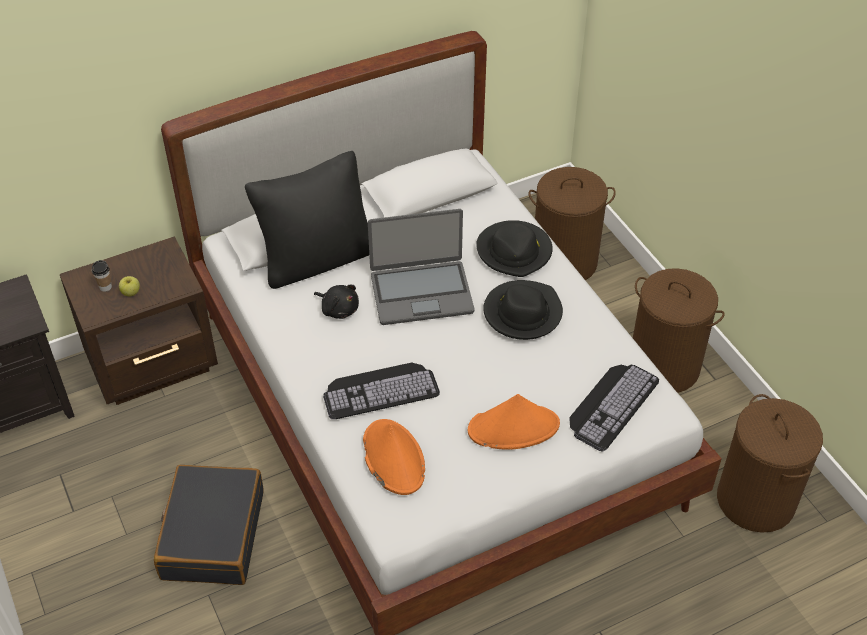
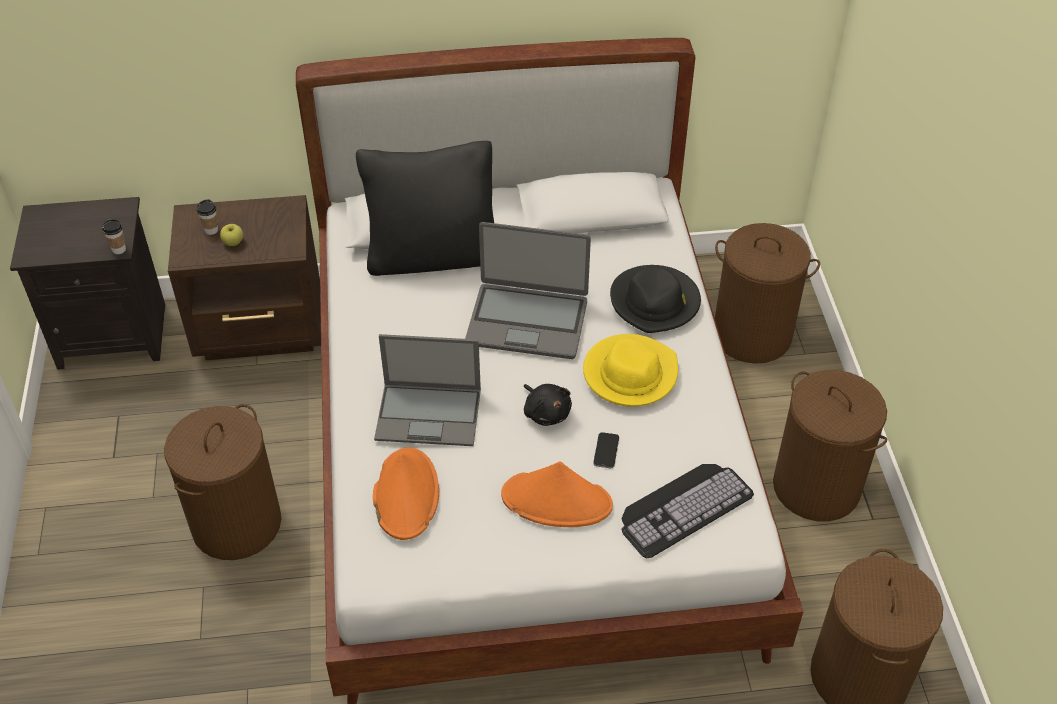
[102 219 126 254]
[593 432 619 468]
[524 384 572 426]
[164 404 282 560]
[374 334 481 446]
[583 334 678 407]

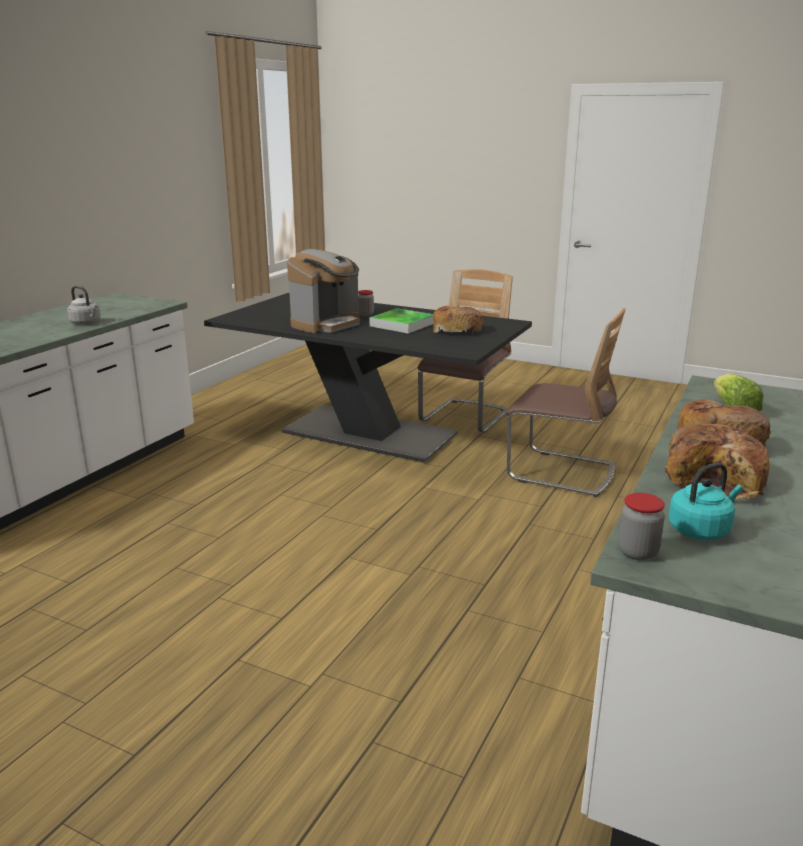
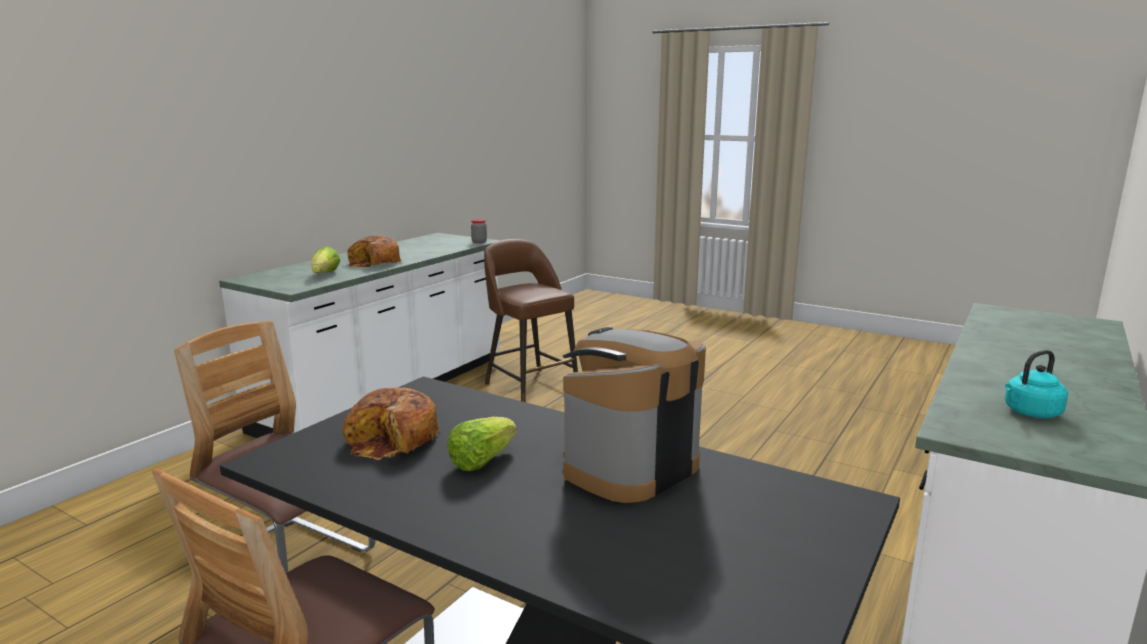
[67 286 100 325] (first image)
[358 290 374 316] (first image)
[665 424 770 501] (first image)
[484 239 578 402]
[1005 350 1068 418]
[447 417 517 471]

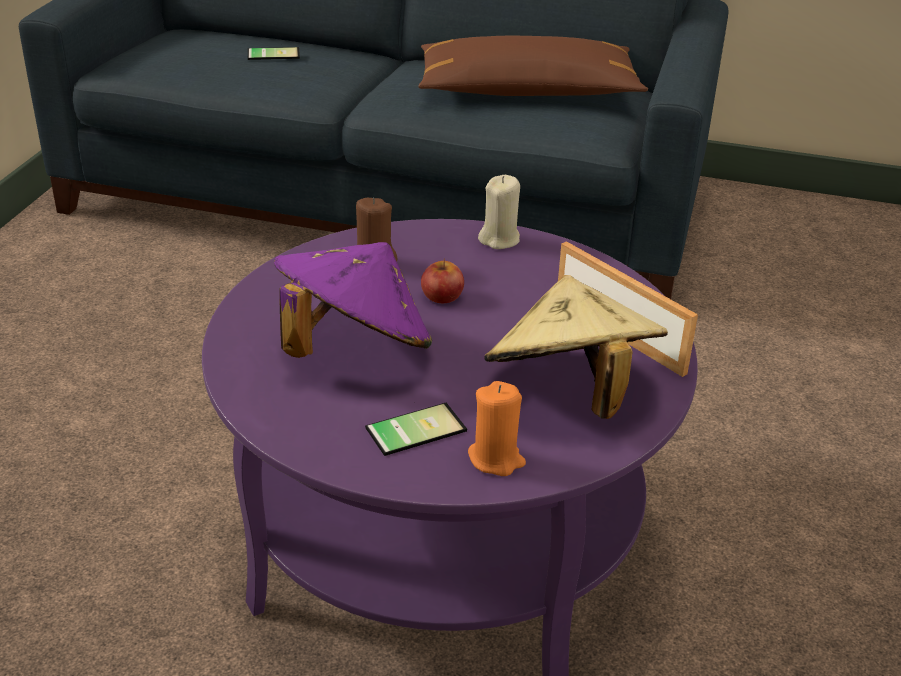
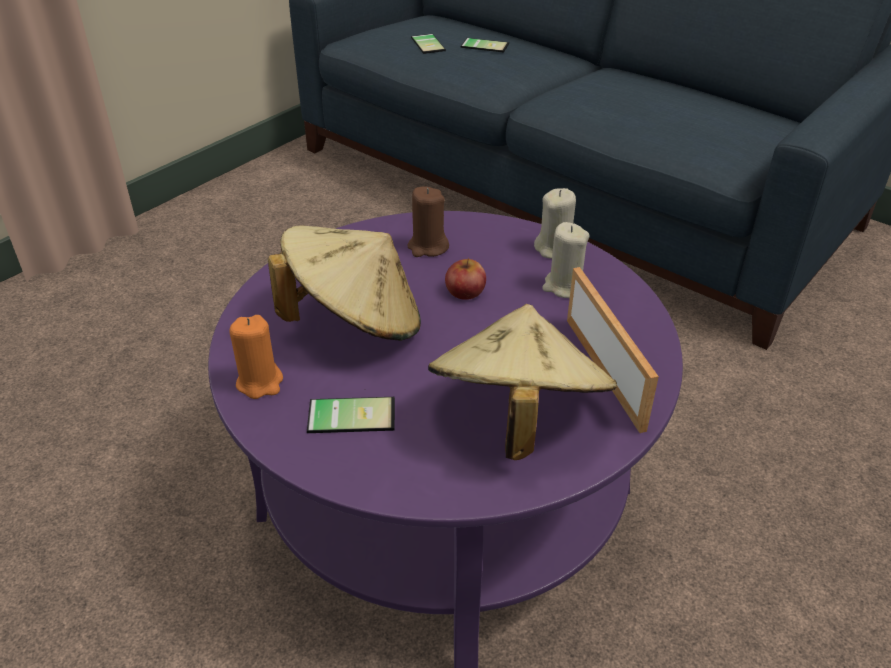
[418 36 648 96] (first image)
[411 34 446 54]
[542 222 589 298]
[229 315 283 399]
[268 225 421 341]

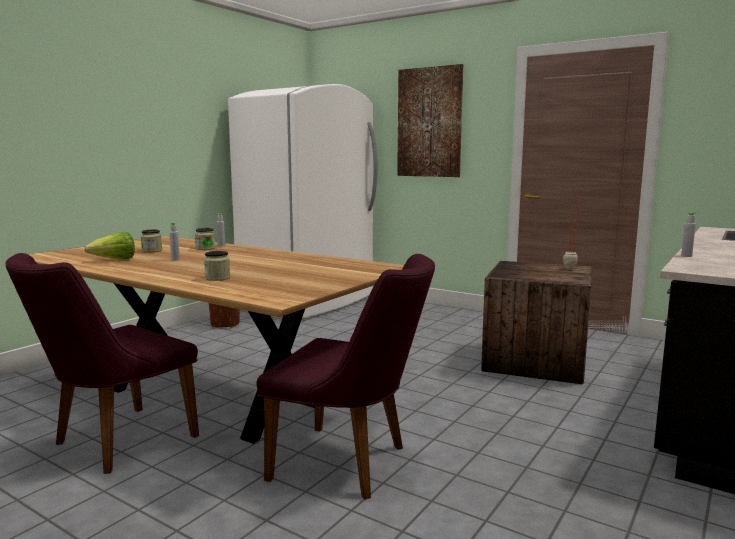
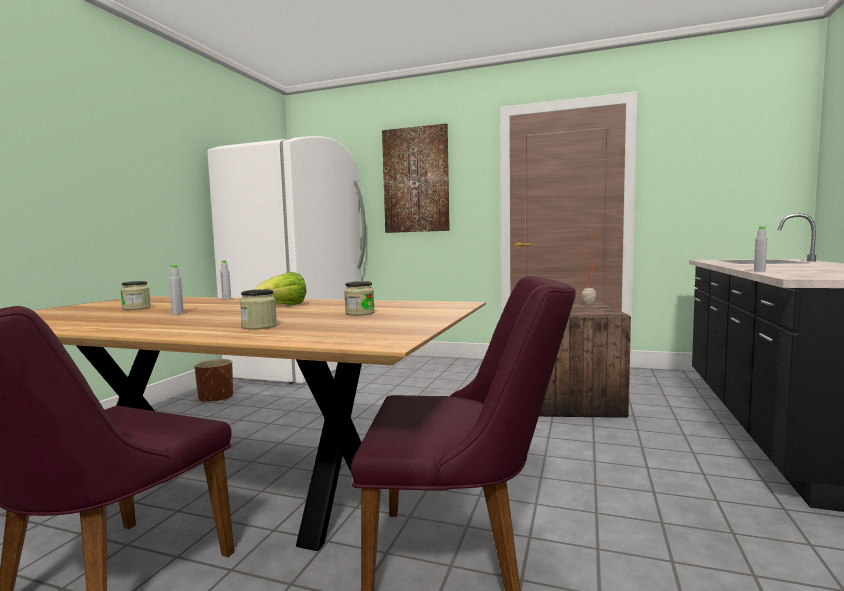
[253 272 307 305]
[344 281 375 316]

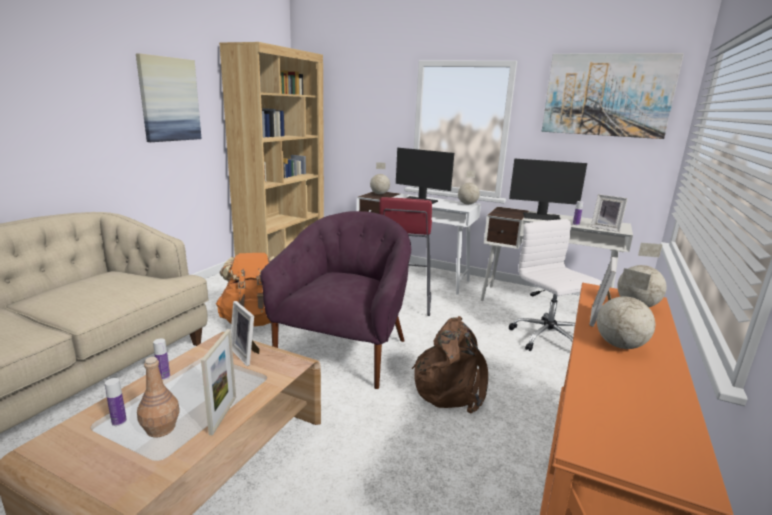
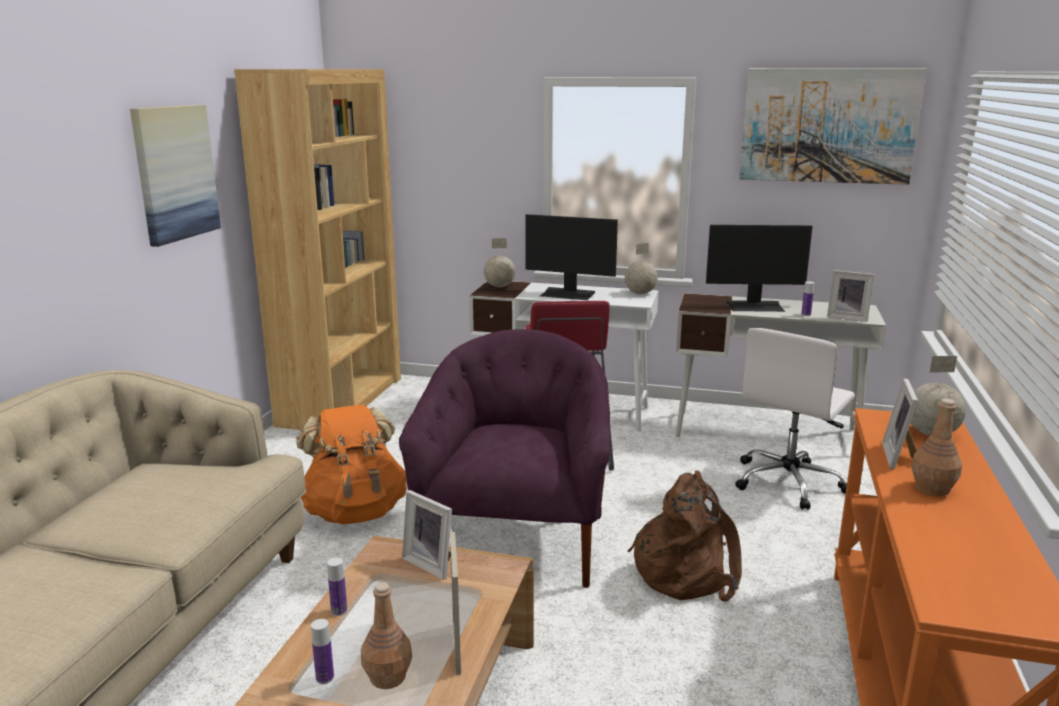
[912 399 962 496]
[735 328 855 510]

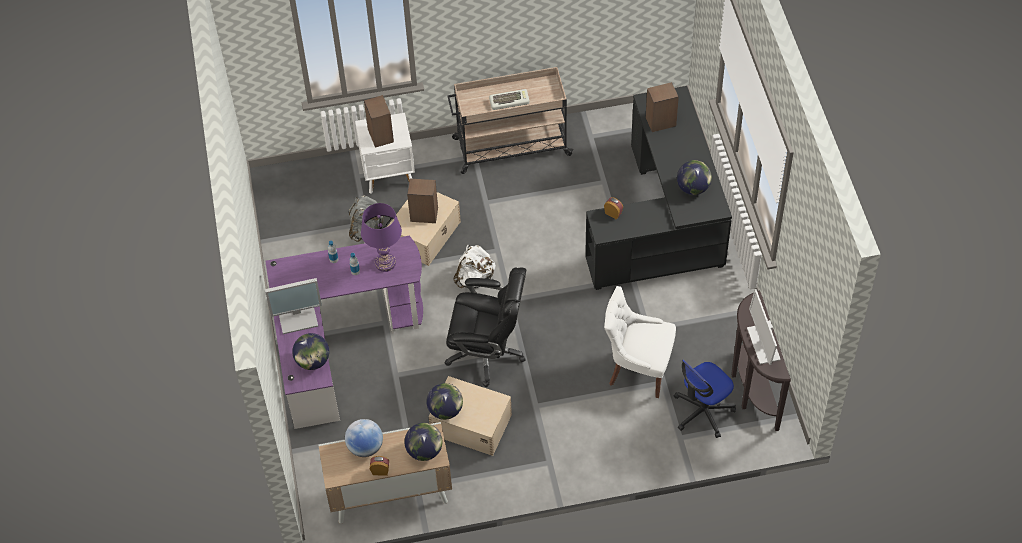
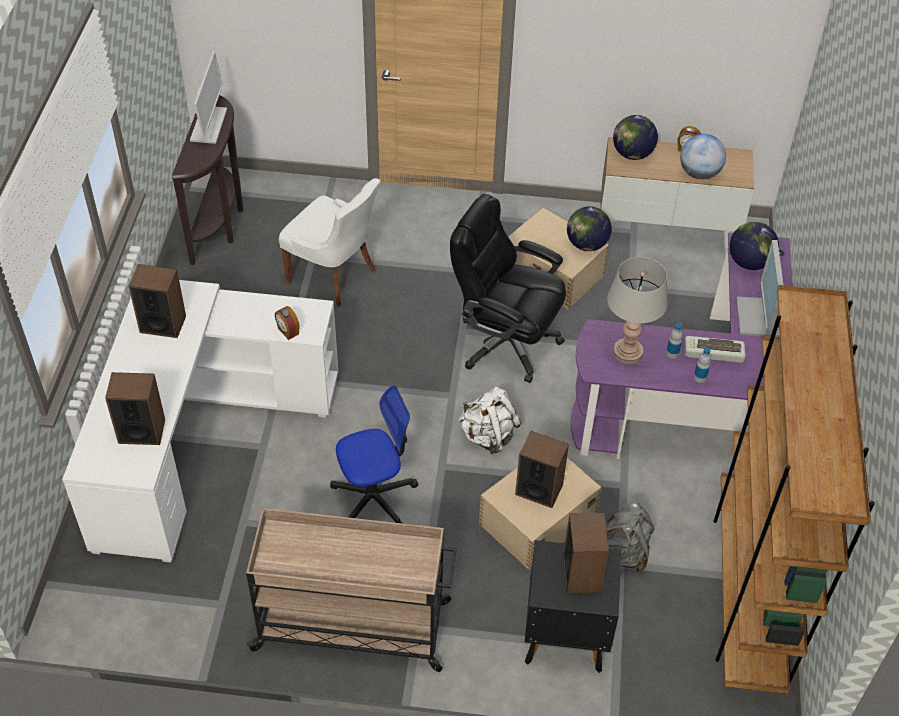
[713 285 875 694]
[684 336 746 363]
[330 386 418 524]
[129 264 186 338]
[525 540 621 673]
[607 257 668 364]
[62 280 338 563]
[736 240 783 337]

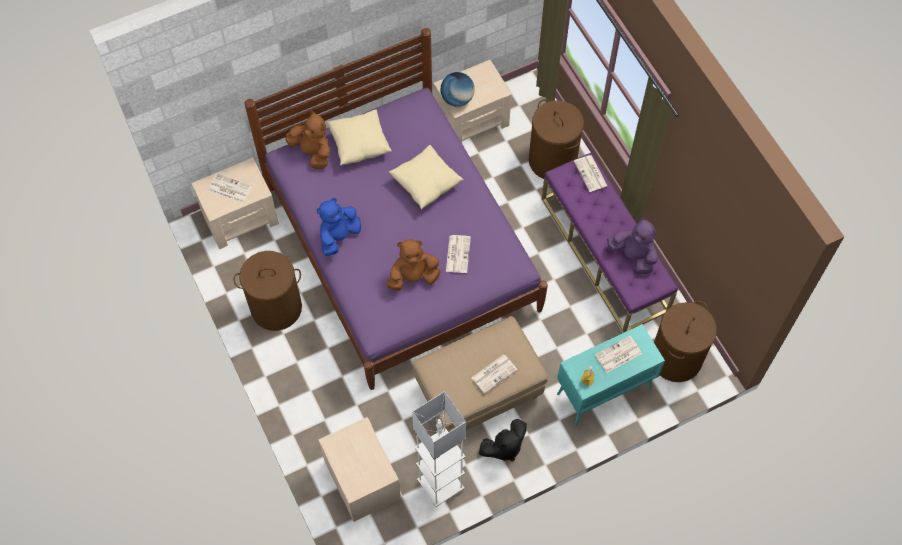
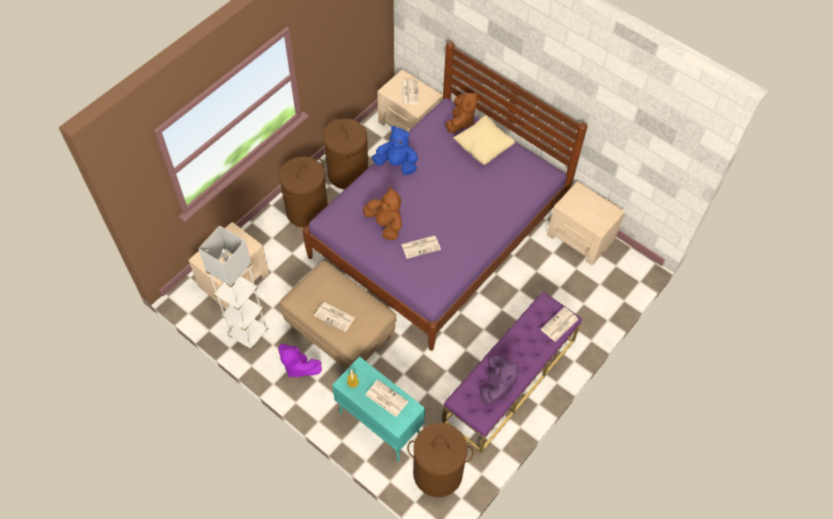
[389 145 464 209] (first image)
[441 72 475 107] (first image)
[279 157 328 228]
[278 344 322 378]

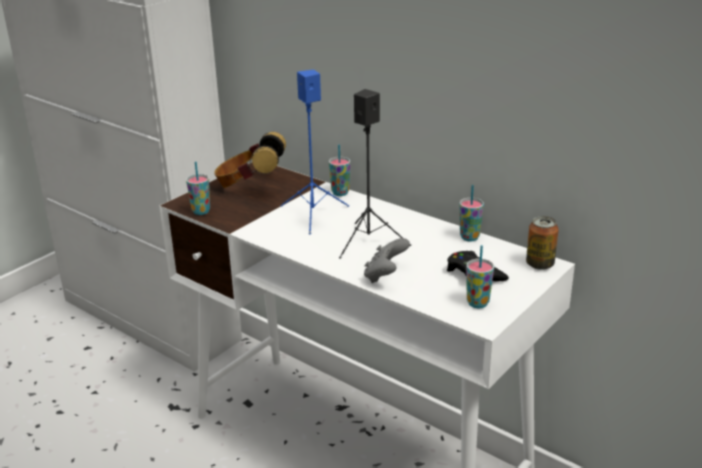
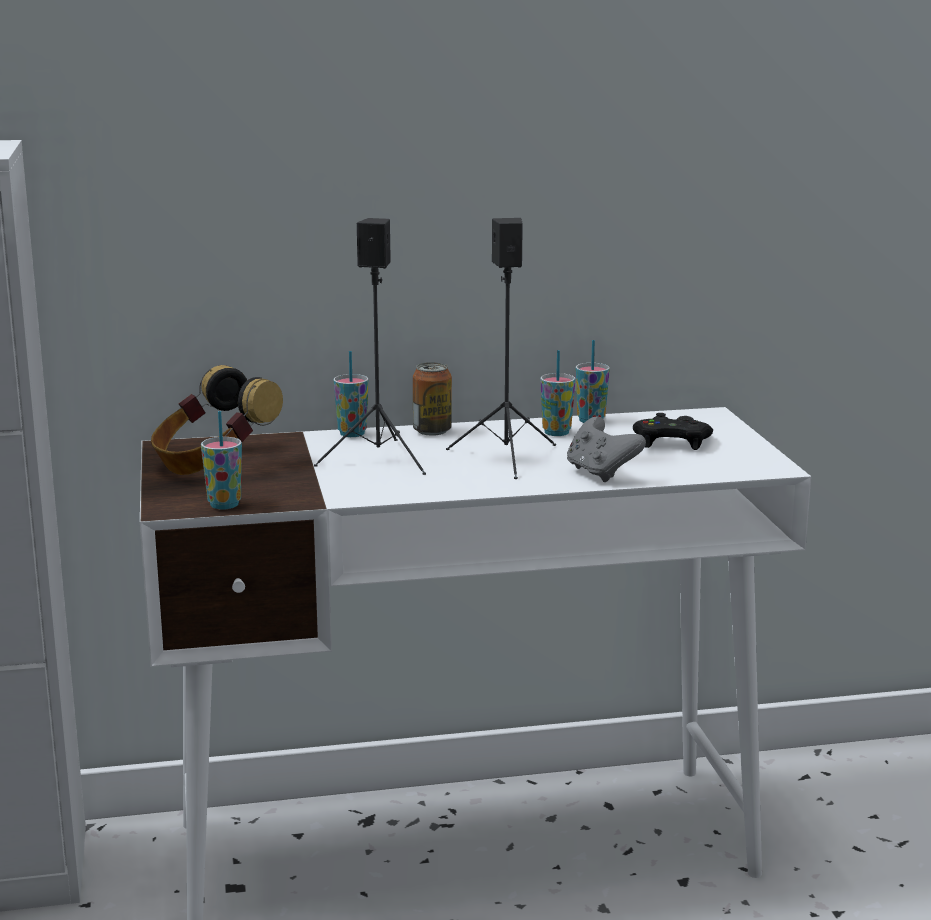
[540 350 575 436]
[413 362 452 436]
[314 218 426 475]

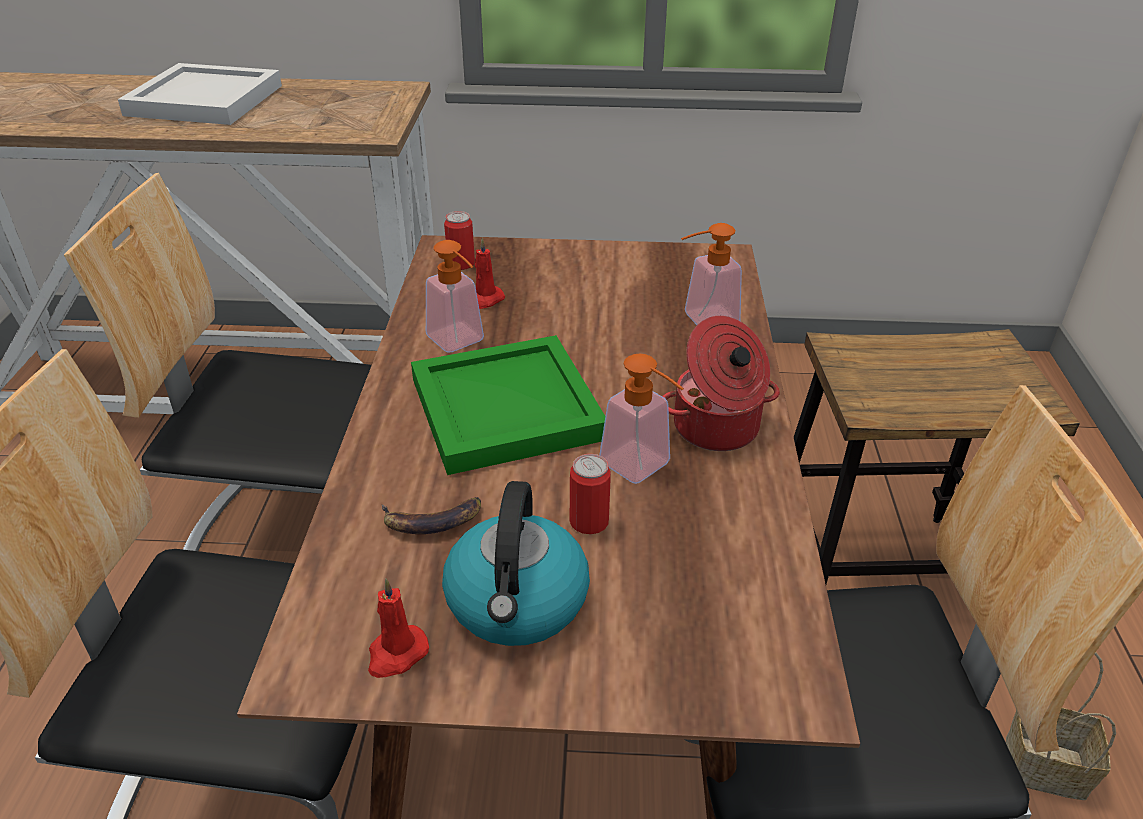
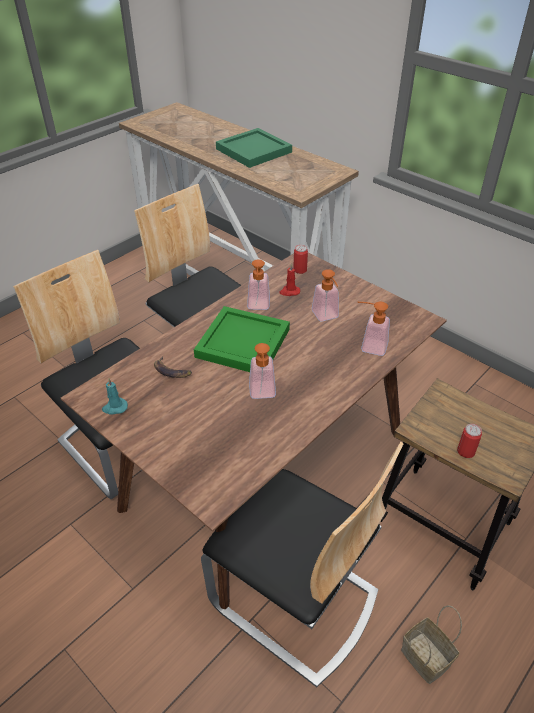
[442 481 590 646] (first image)
[662 316 780 451] (first image)
[312 269 339 322]
[457 424 482 458]
[216 128 292 168]
[102 378 128 415]

